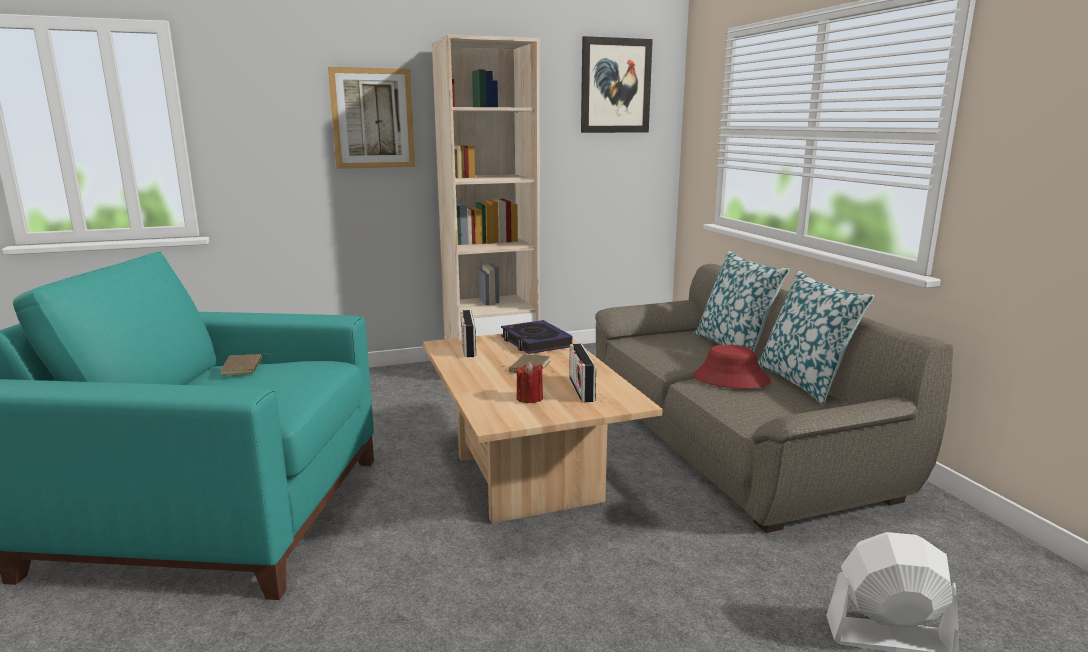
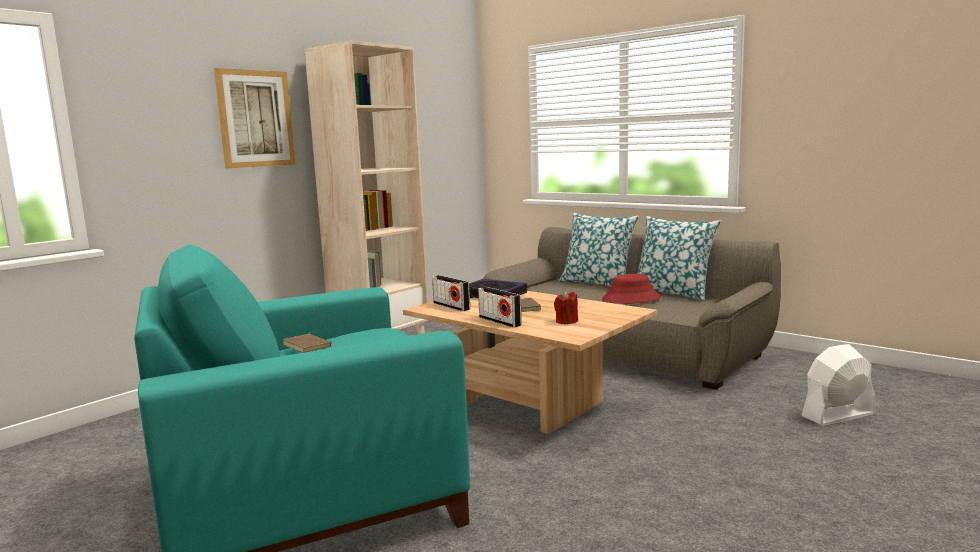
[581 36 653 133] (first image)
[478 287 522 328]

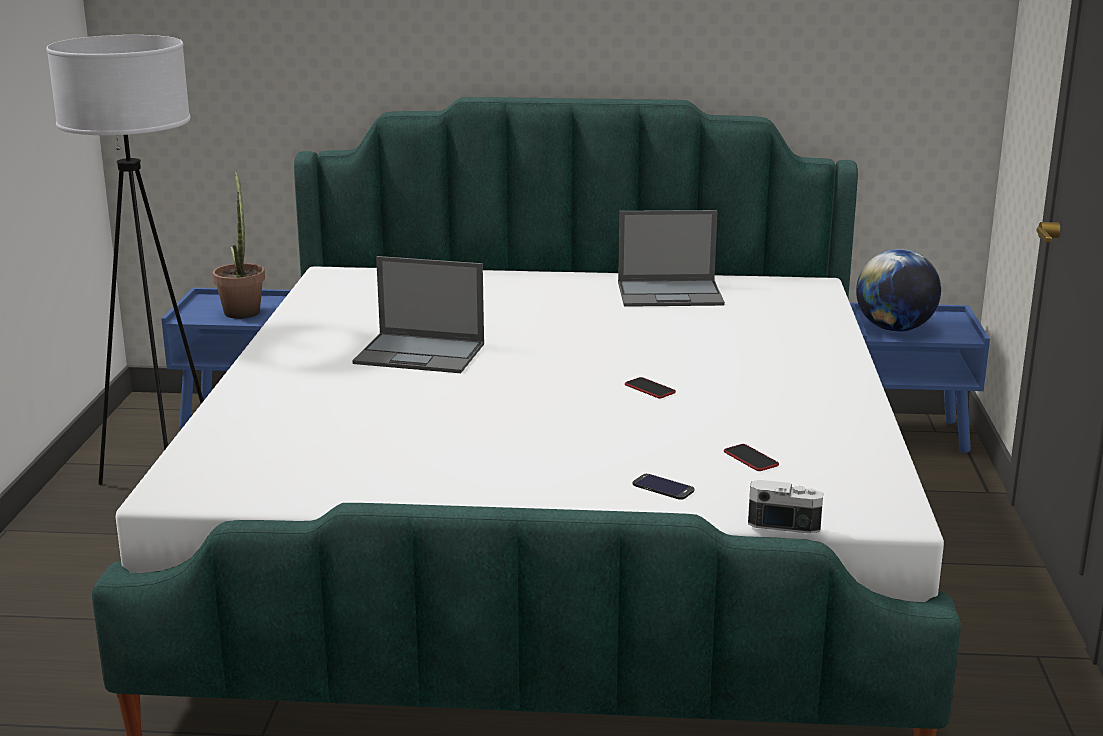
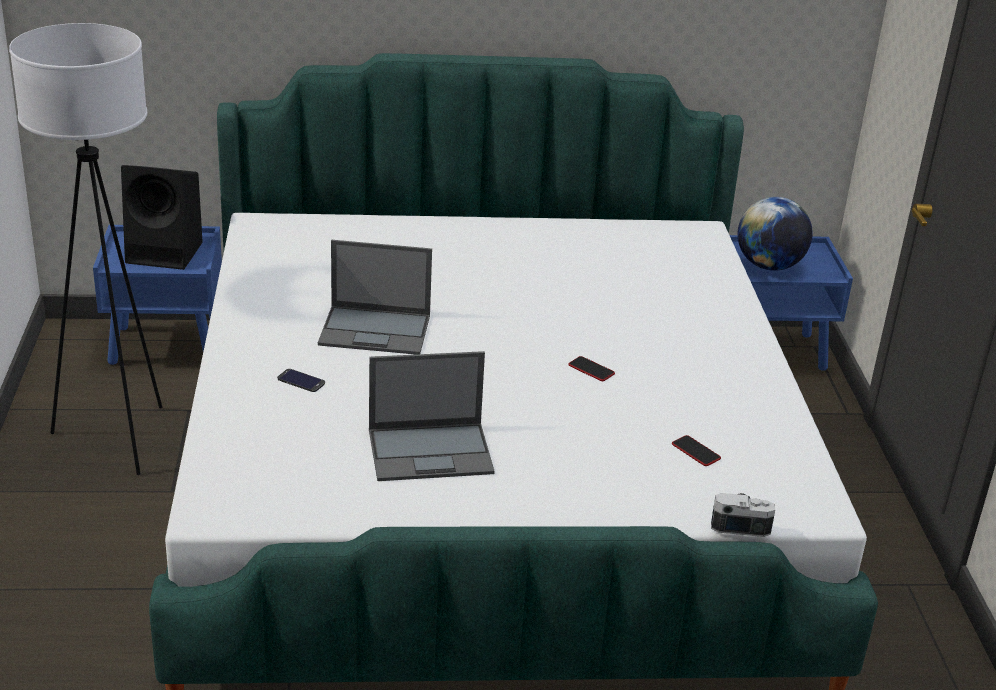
[369 351 495 481]
[277 369 325 392]
[121 165 203 270]

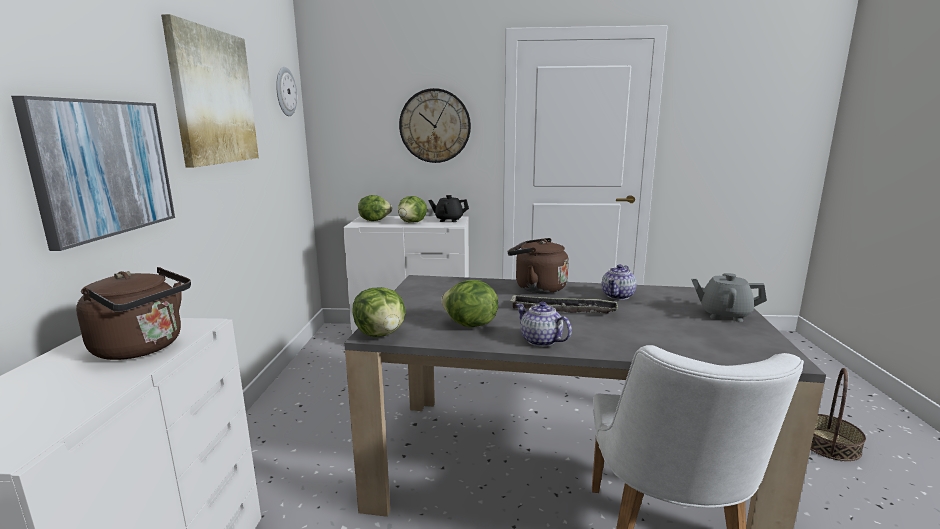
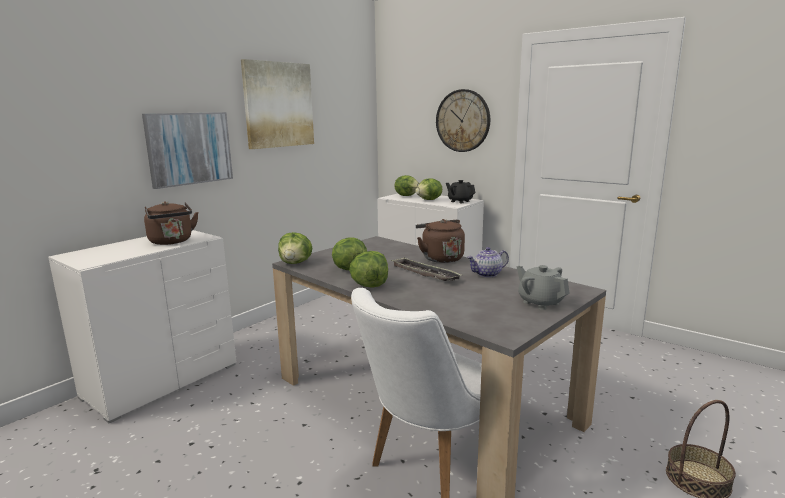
[276 67 297 116] (first image)
[349 251 388 288]

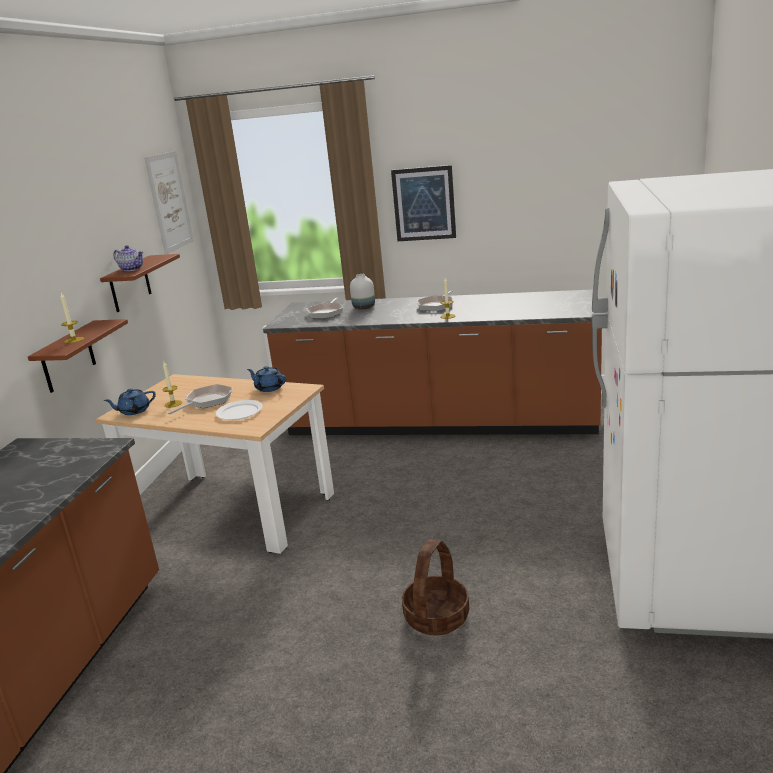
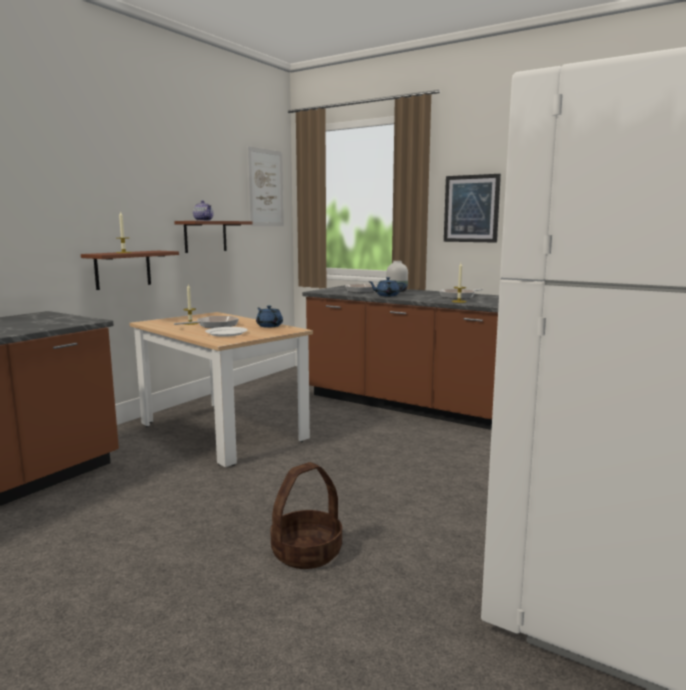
[368 277 406 296]

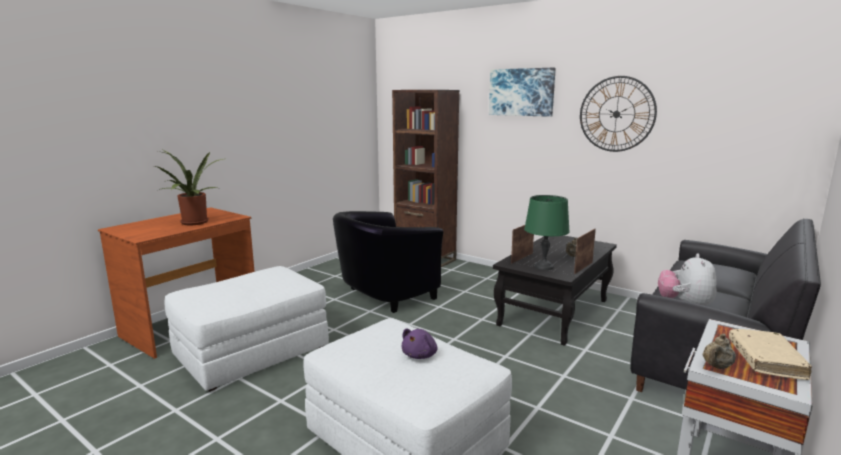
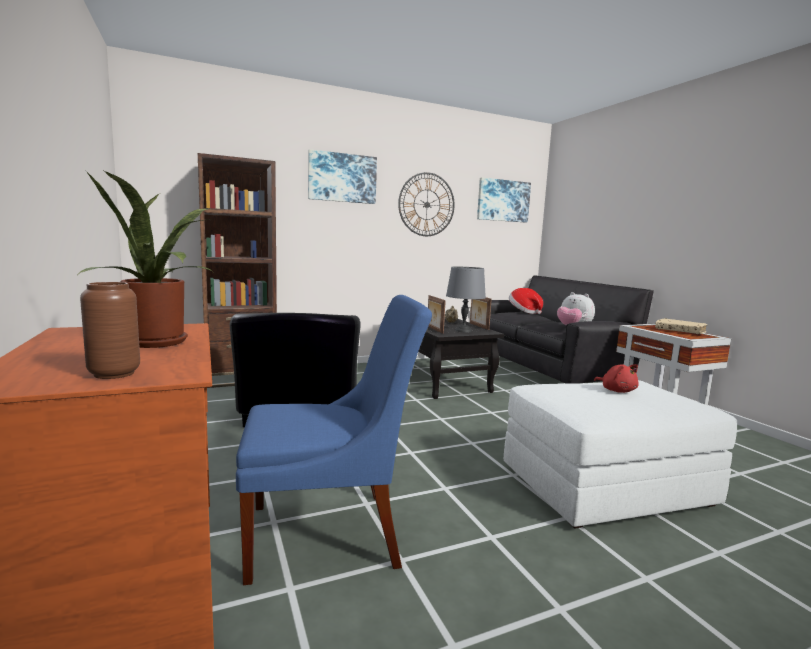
[702 334 736 369] (first image)
[80 282 140 379]
[477 177 531 222]
[509 288 543 314]
[236 295 432 585]
[594 364 639 393]
[446 267 486 333]

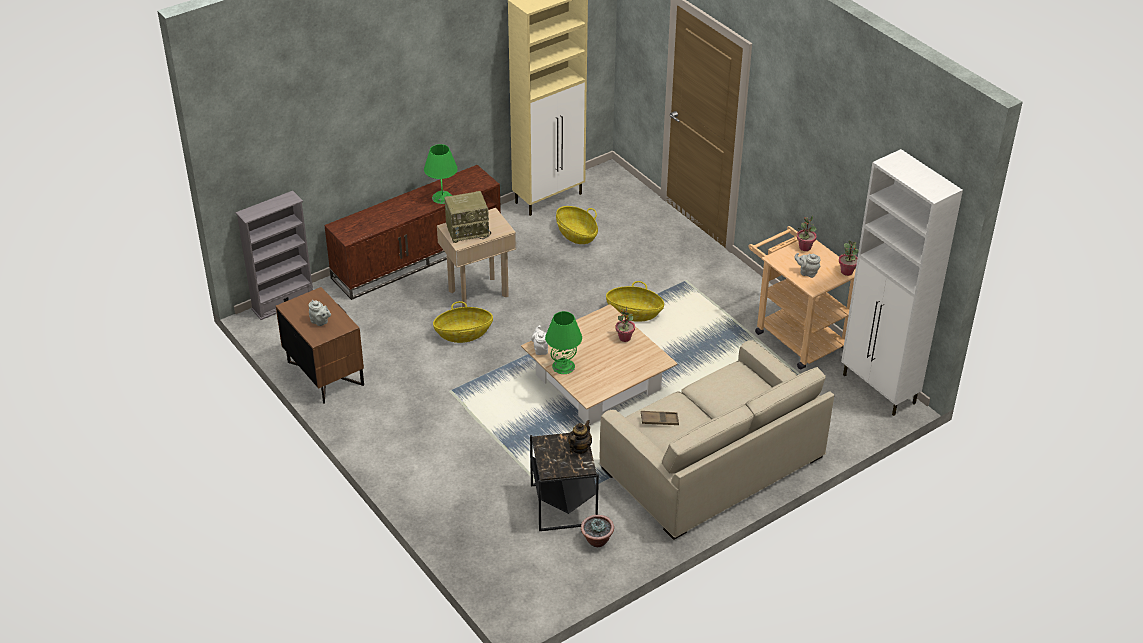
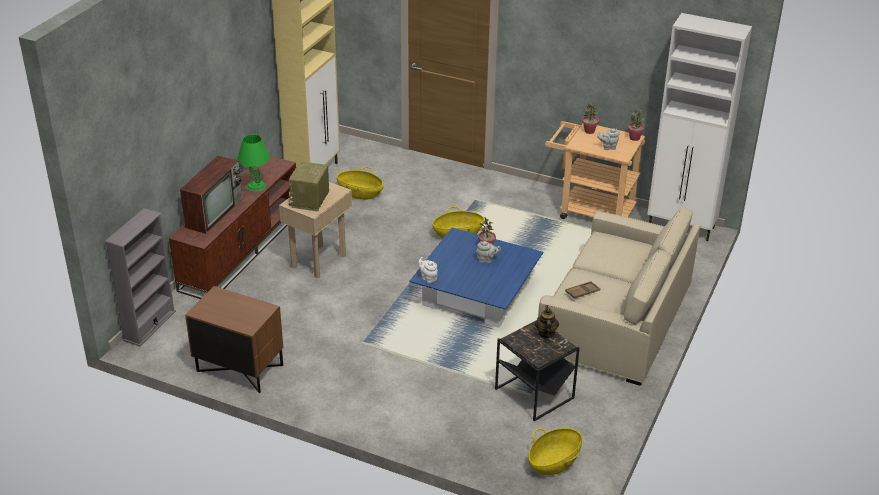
[545 311 582 374] (first image)
[581 515 614 547] (first image)
[180 156 243 234]
[476 241 501 263]
[528 428 582 475]
[409 228 543 328]
[289 161 329 212]

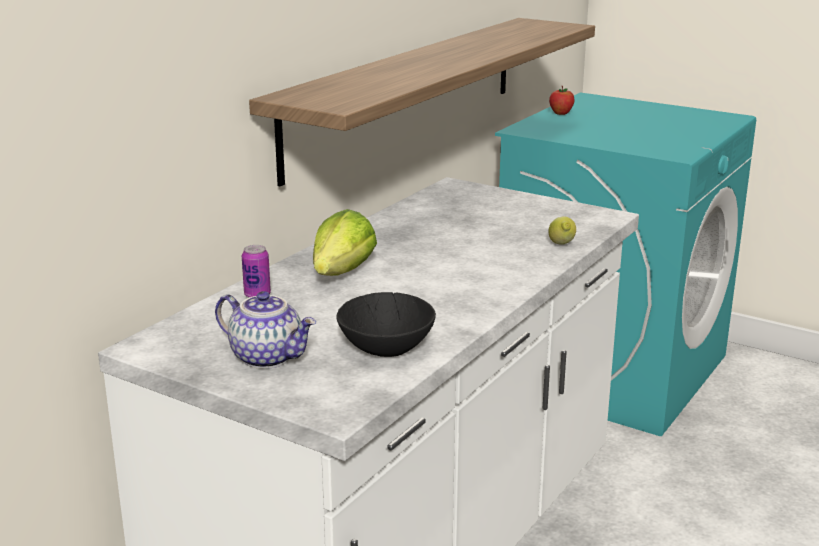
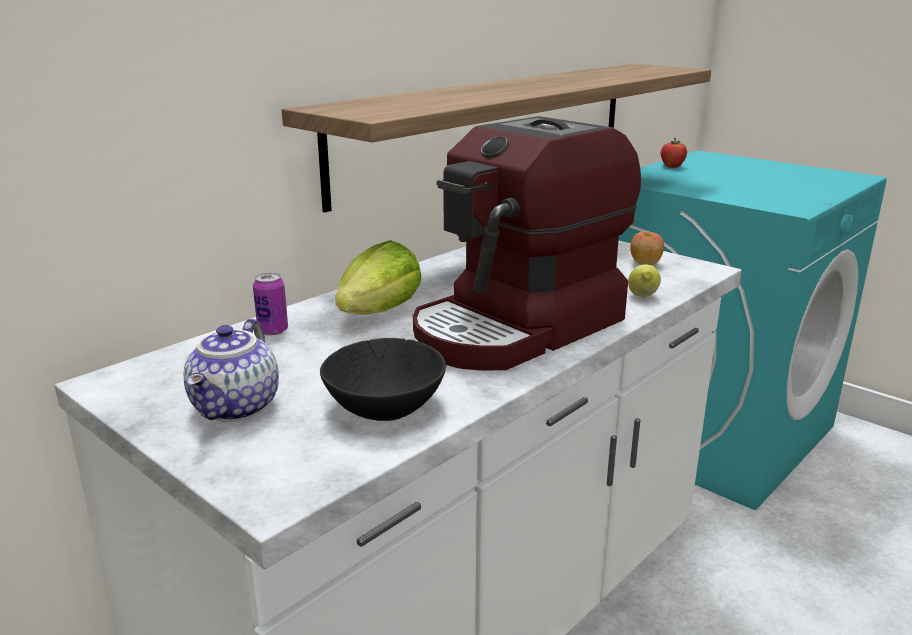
[413 116 641 371]
[630 231 664 265]
[184 318 279 422]

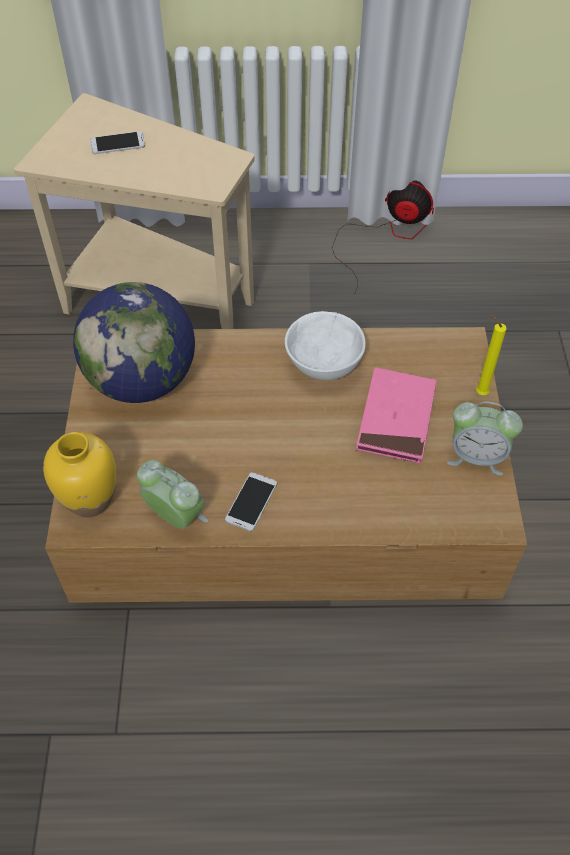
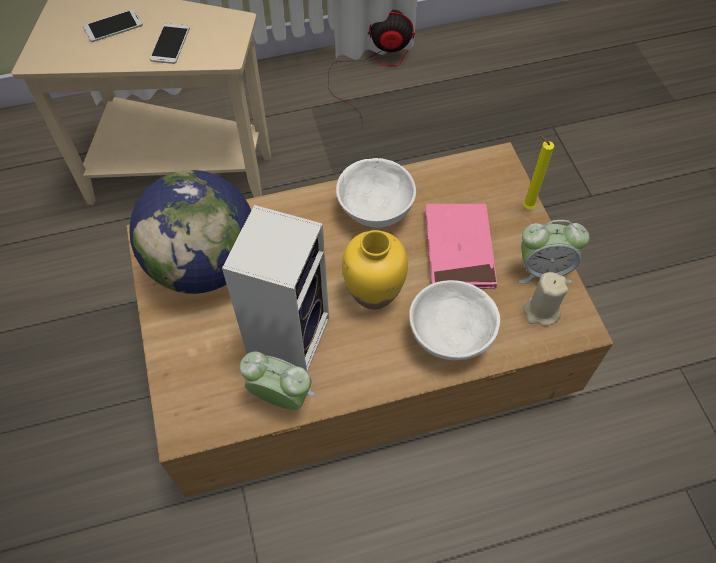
[222 205 329 372]
[409 280 501 360]
[523 272 568 326]
[342 230 408 309]
[150 23 190 64]

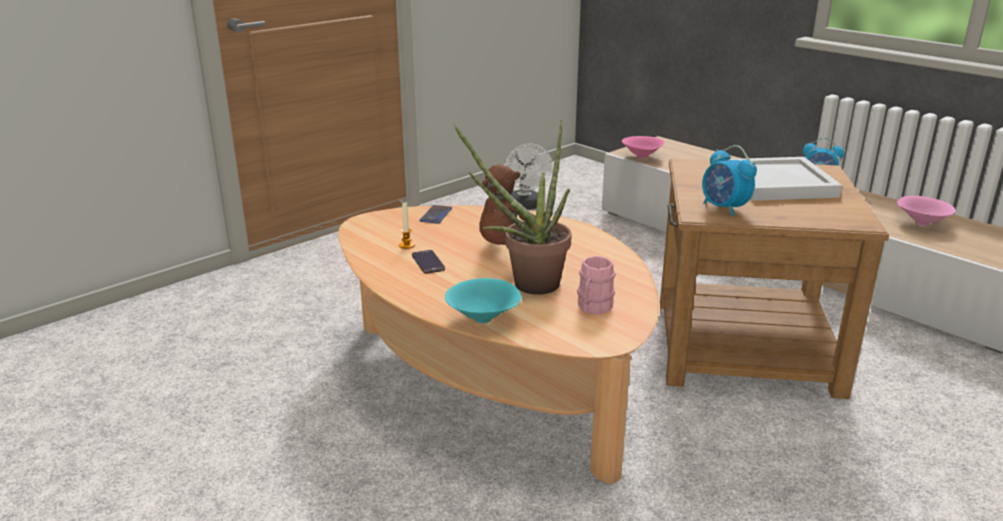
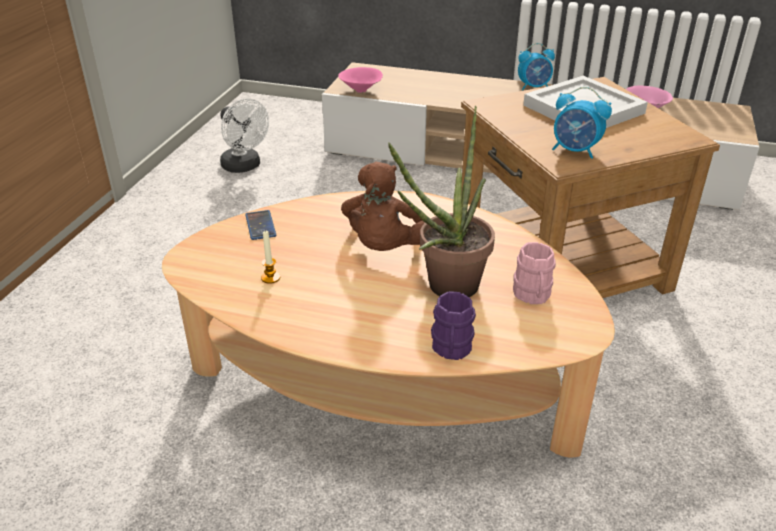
[412 250 445 274] (first image)
[431 291 476 360]

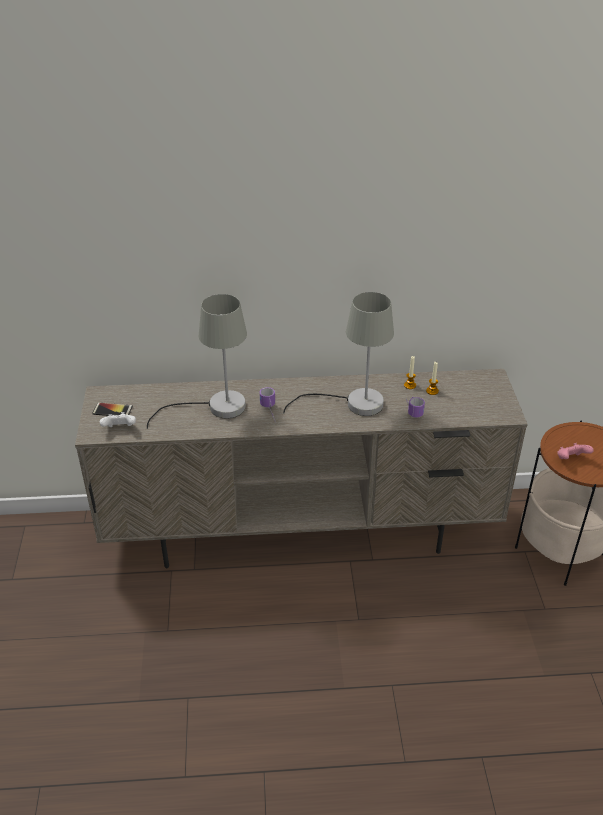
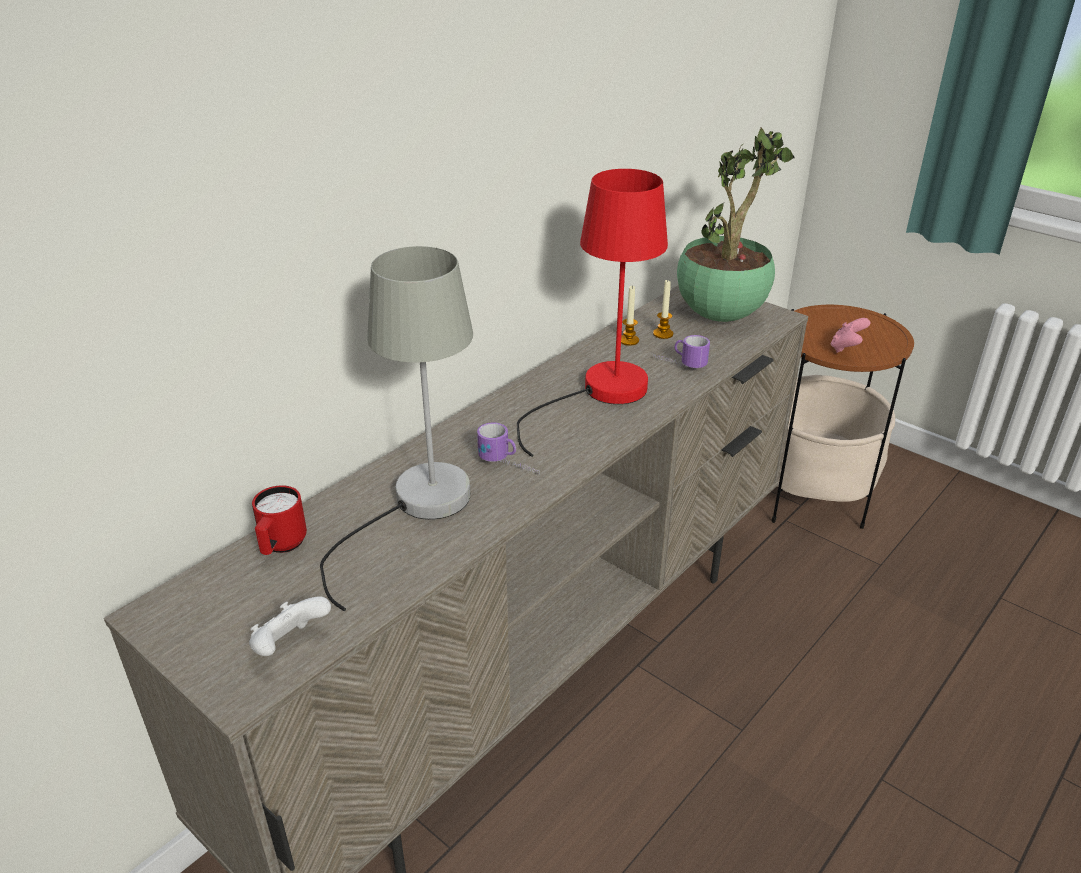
[92 403 133 416] (first image)
[252 485 307 555]
[677 128 795 322]
[517 169 668 457]

